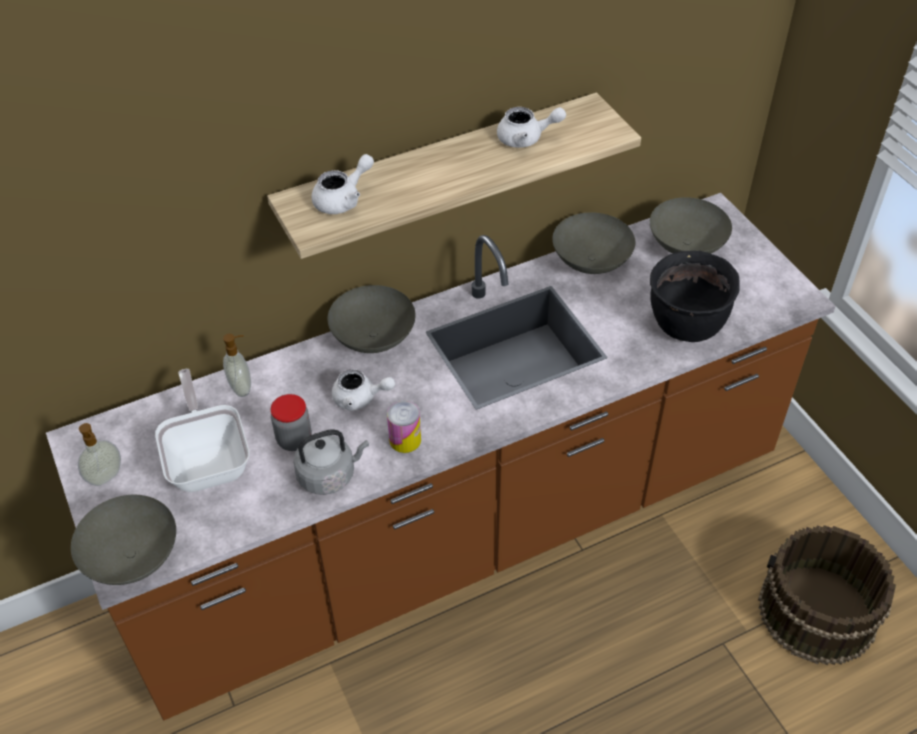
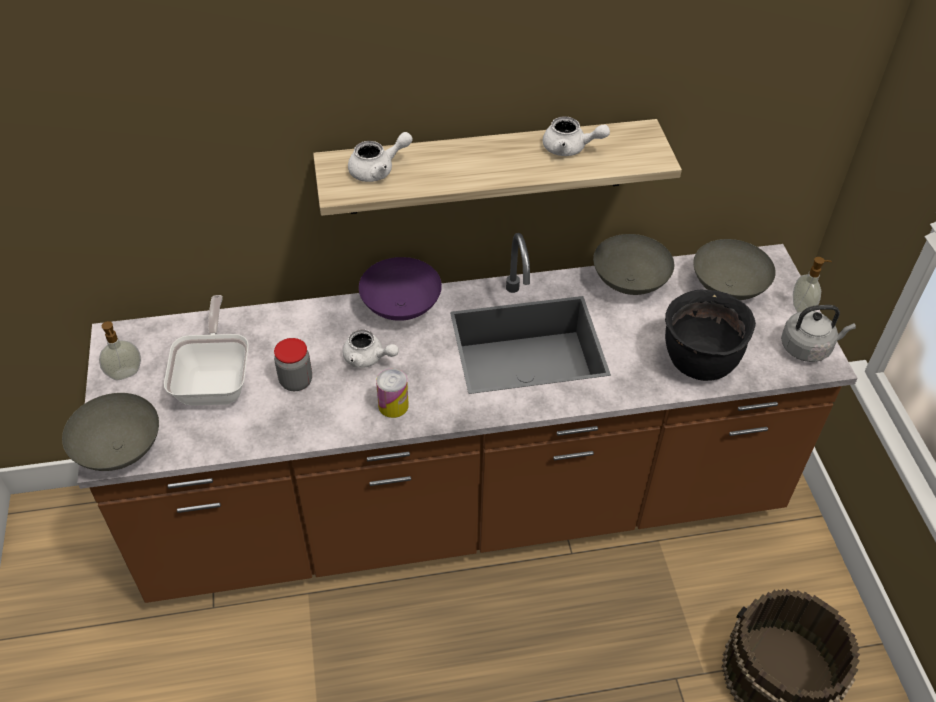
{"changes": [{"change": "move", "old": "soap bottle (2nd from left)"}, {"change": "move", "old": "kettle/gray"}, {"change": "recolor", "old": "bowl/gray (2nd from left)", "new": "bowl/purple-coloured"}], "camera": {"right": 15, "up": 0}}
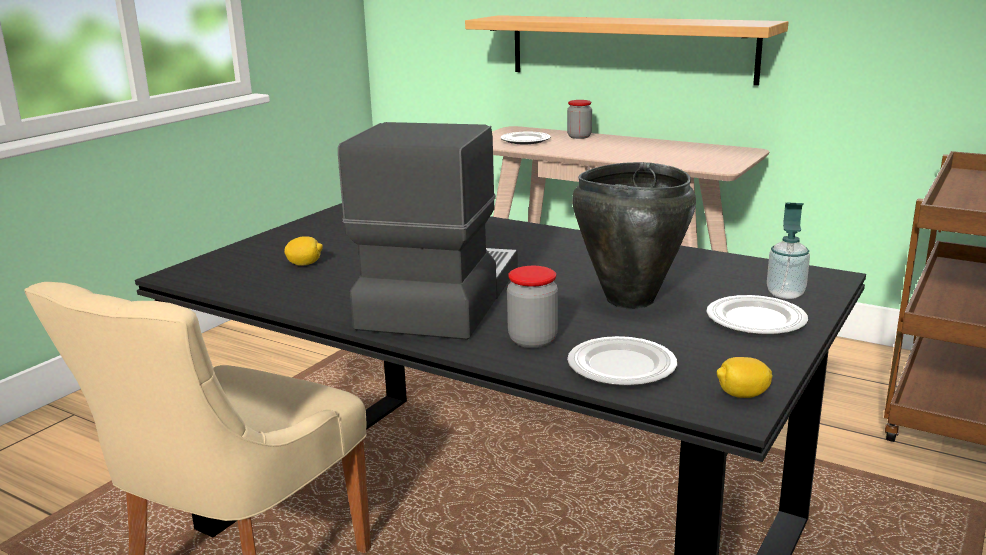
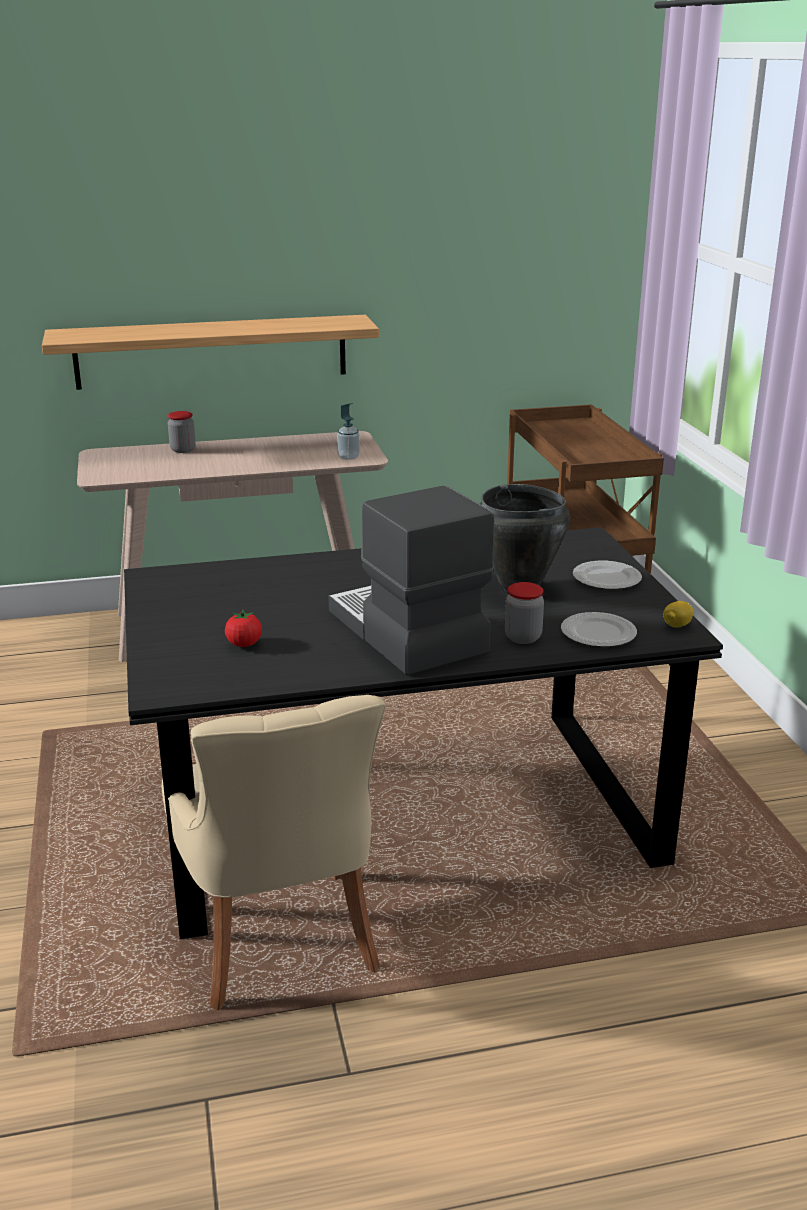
{"changes": [{"change": "delete", "old": "flat dish (1st from left)"}, {"change": "move", "old": "soap bottle"}, {"change": "replace", "old": "citrus fruit (1st from left)", "new": "fresh tomato"}], "camera": {"right": -45, "up": 5}}
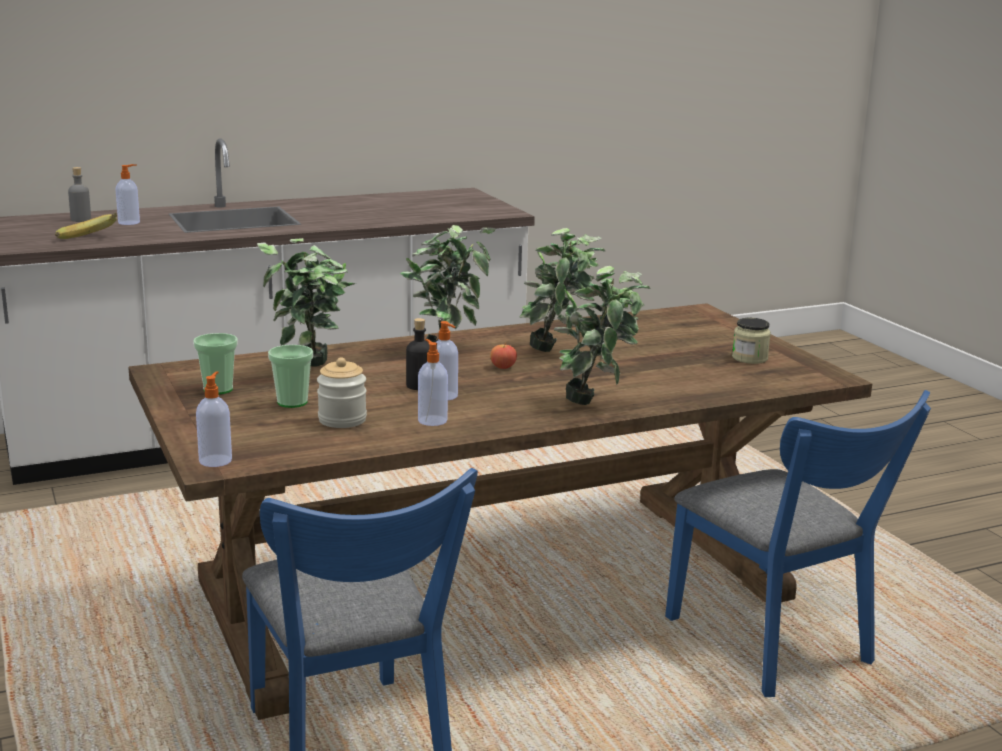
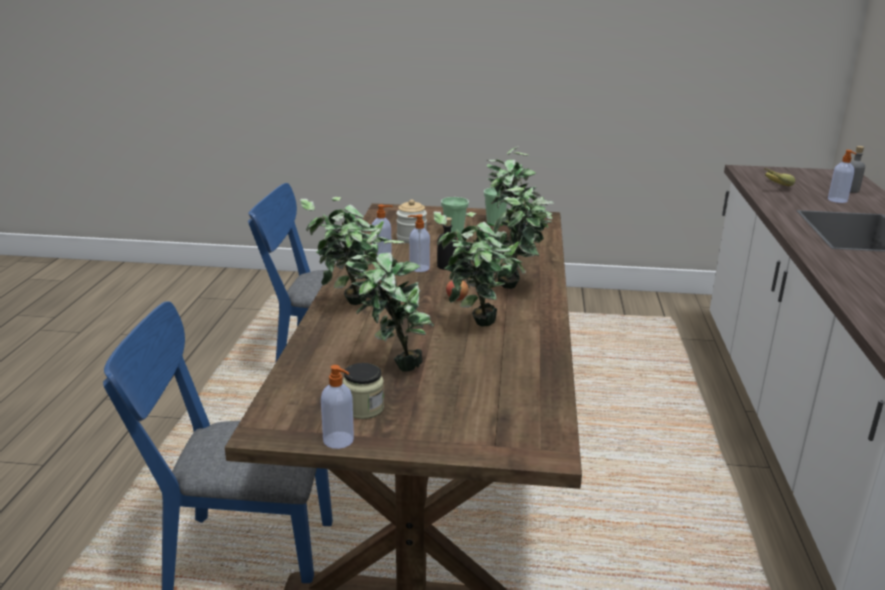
{"changes": [{"change": "insert", "new": "potted plant (2nd from left)"}, {"change": "move", "old": "soap bottle (2nd from left in the first image)", "new": "soap bottle (1st from left)"}], "camera": {"right": 120, "up": 5}}
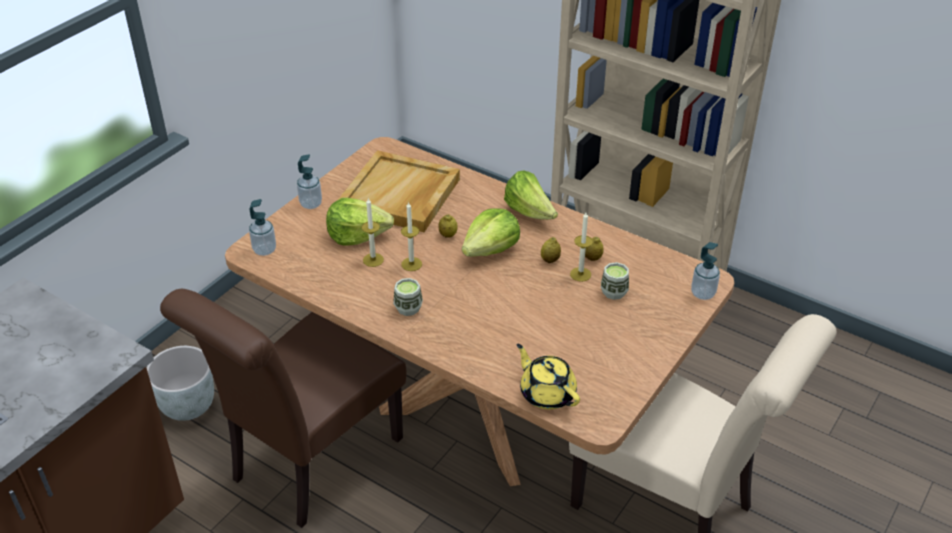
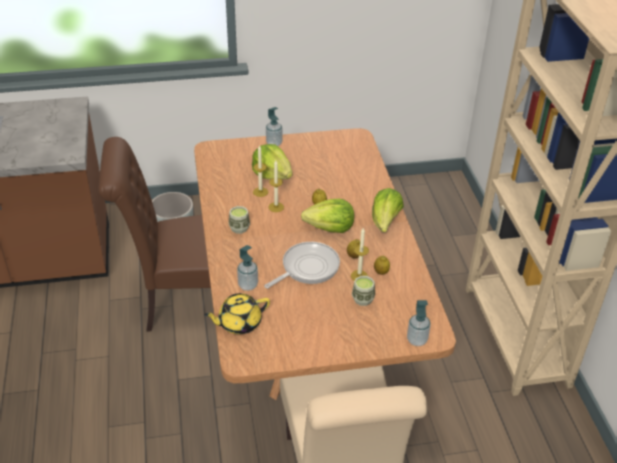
{"changes": [{"change": "delete", "old": "carrying tray/beige"}, {"change": "insert", "new": "frying pan"}, {"change": "move", "old": "soap bottle (1st from left)"}, {"change": "rotate", "old": "teapot/yellow", "degrees": -120}], "camera": {"right": 45, "up": 0}}
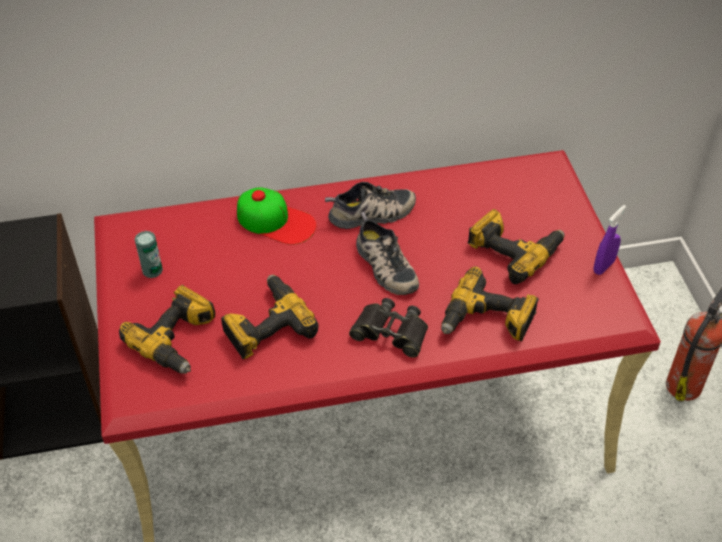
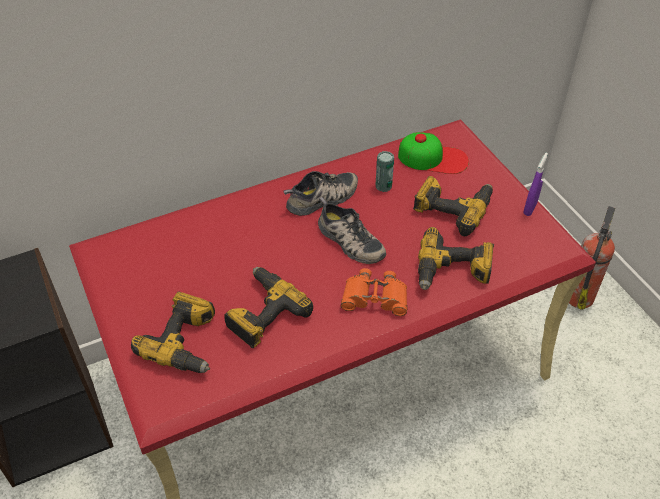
{"changes": [{"change": "move", "old": "sealed can"}, {"change": "move", "old": "baseball cap"}, {"change": "recolor", "old": "field glasses/blackish", "new": "field glasses/orange"}], "camera": {"right": -15, "up": 0}}
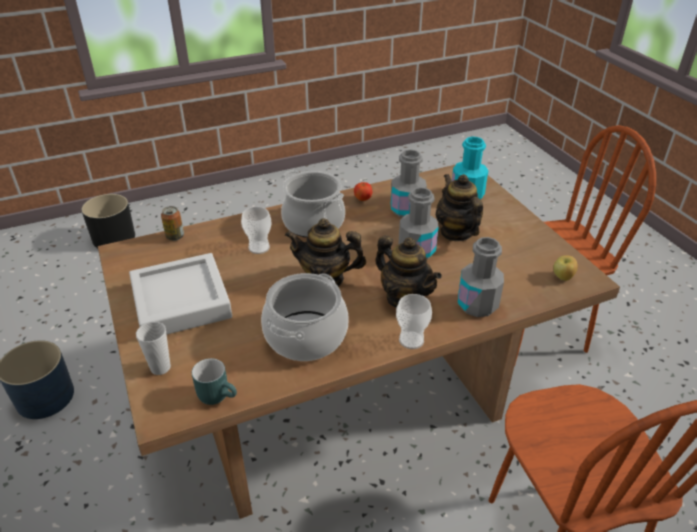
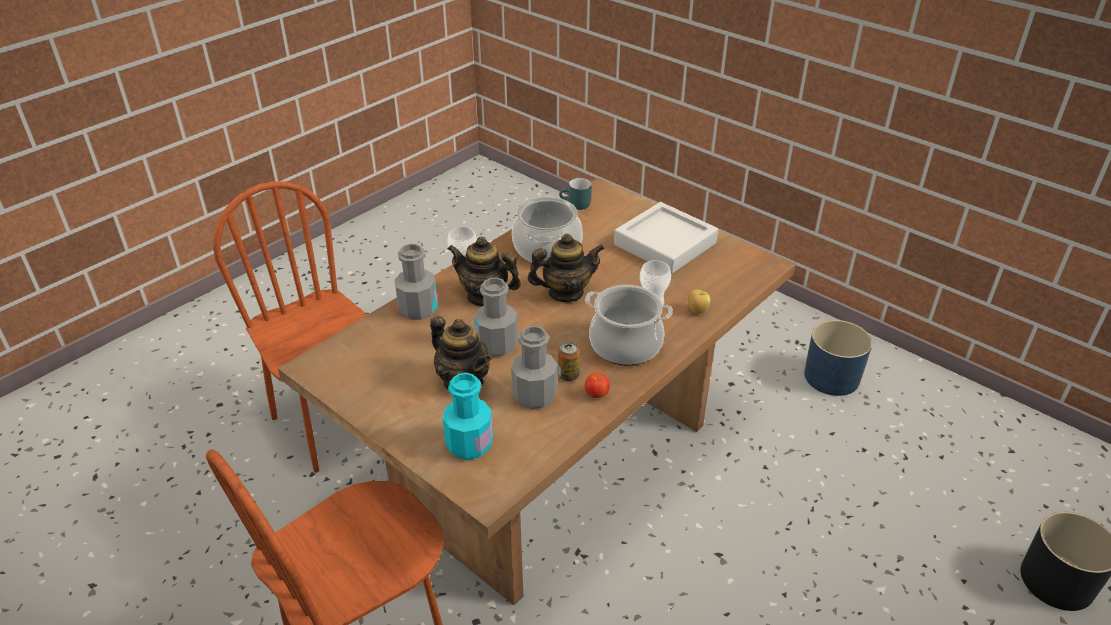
{"changes": [{"change": "delete", "old": "small cup (1st from left)"}, {"change": "move", "old": "sealed can"}, {"change": "move", "old": "apple fruit (2nd from left)"}], "camera": {"right": 155, "up": 0}}
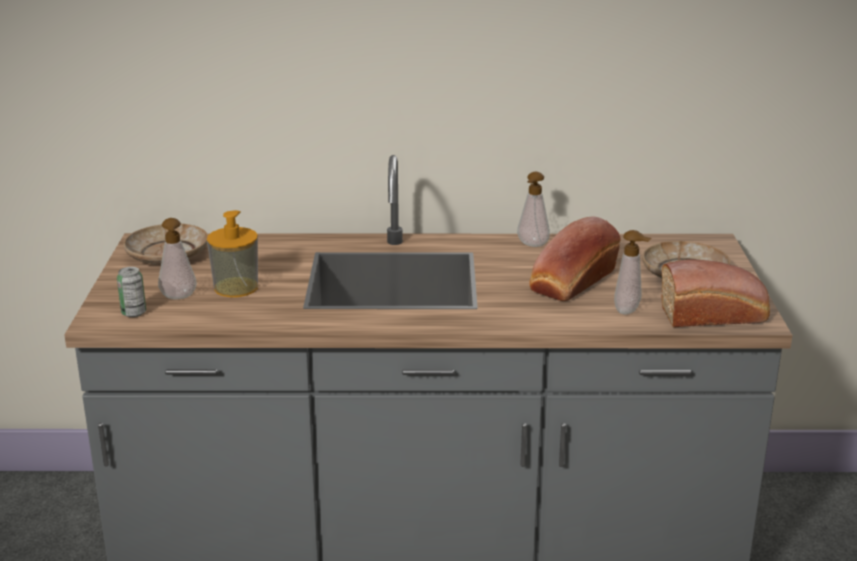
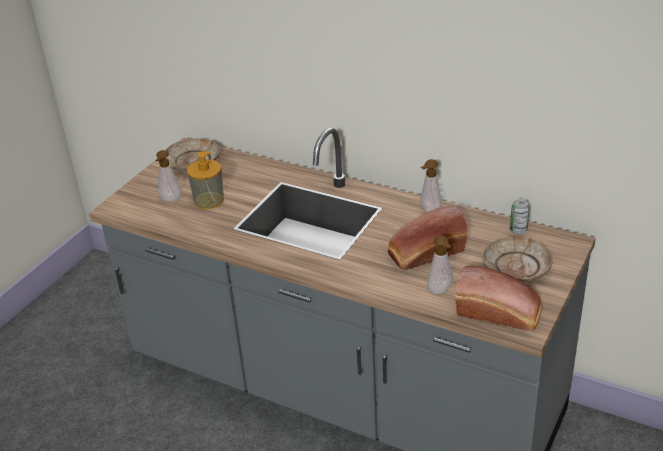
{"changes": [{"change": "move", "old": "sealed can"}], "camera": {"right": 30, "up": 10}}
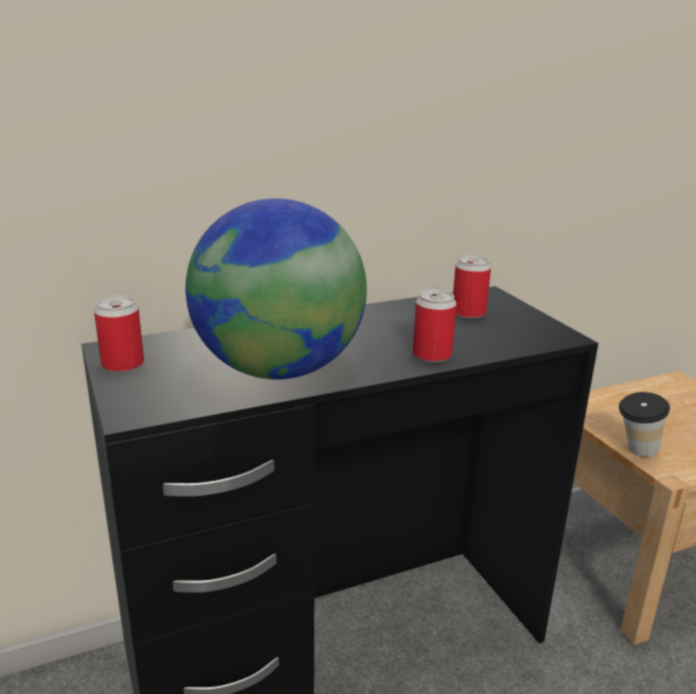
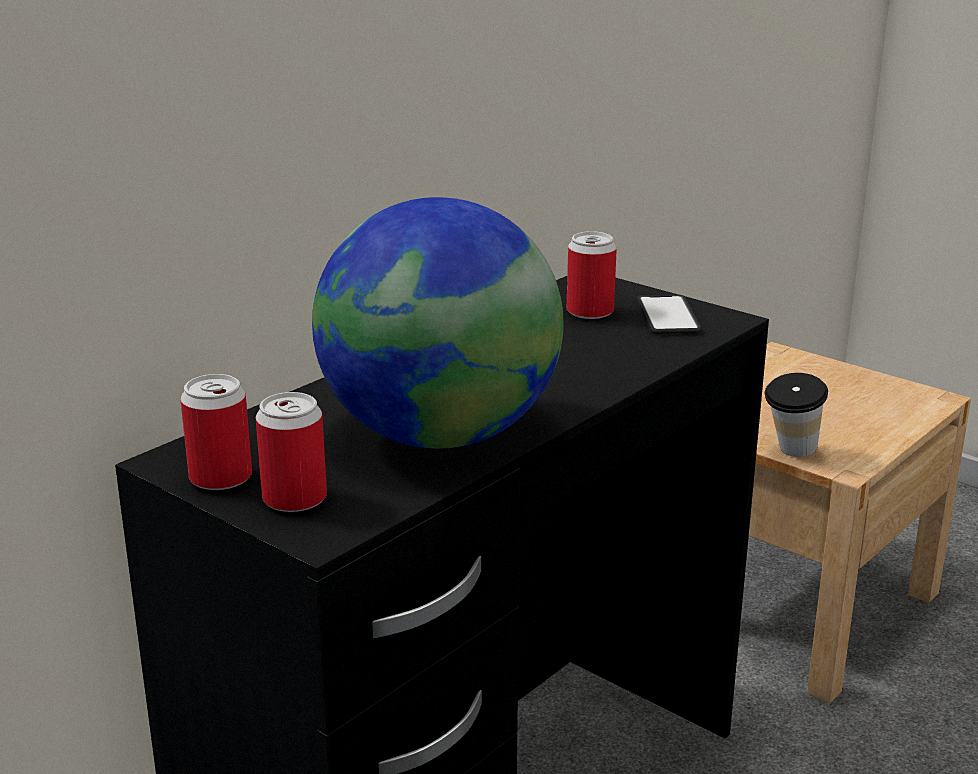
{"changes": [{"change": "insert", "new": "telephone"}, {"change": "move", "old": "sealed can (2nd from left)"}], "camera": {"right": -25, "up": 0}}
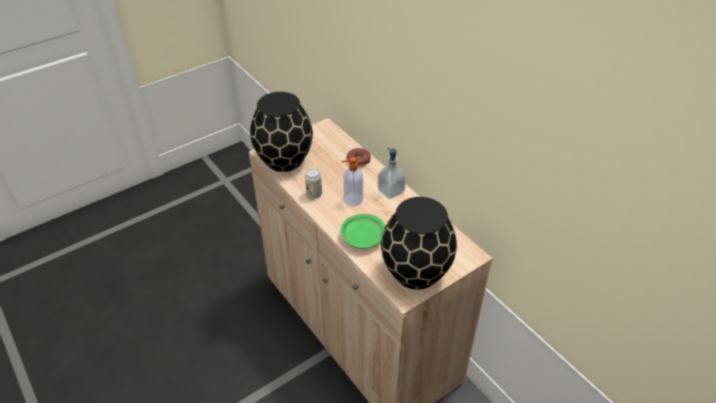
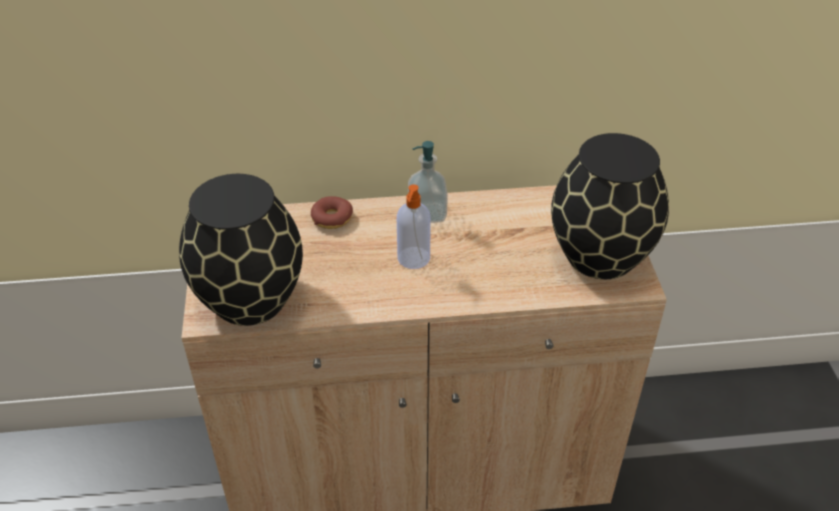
{"changes": [{"change": "delete", "old": "sealed can"}, {"change": "delete", "old": "flat dish/greenish"}], "camera": {"right": -60, "up": 0}}
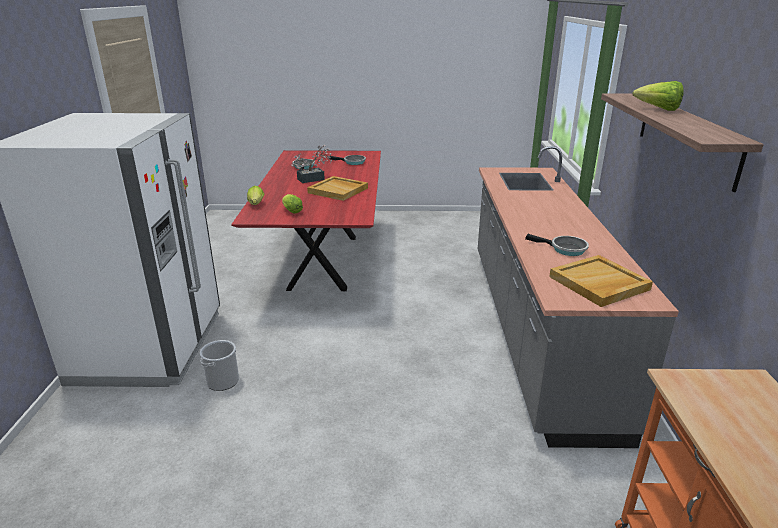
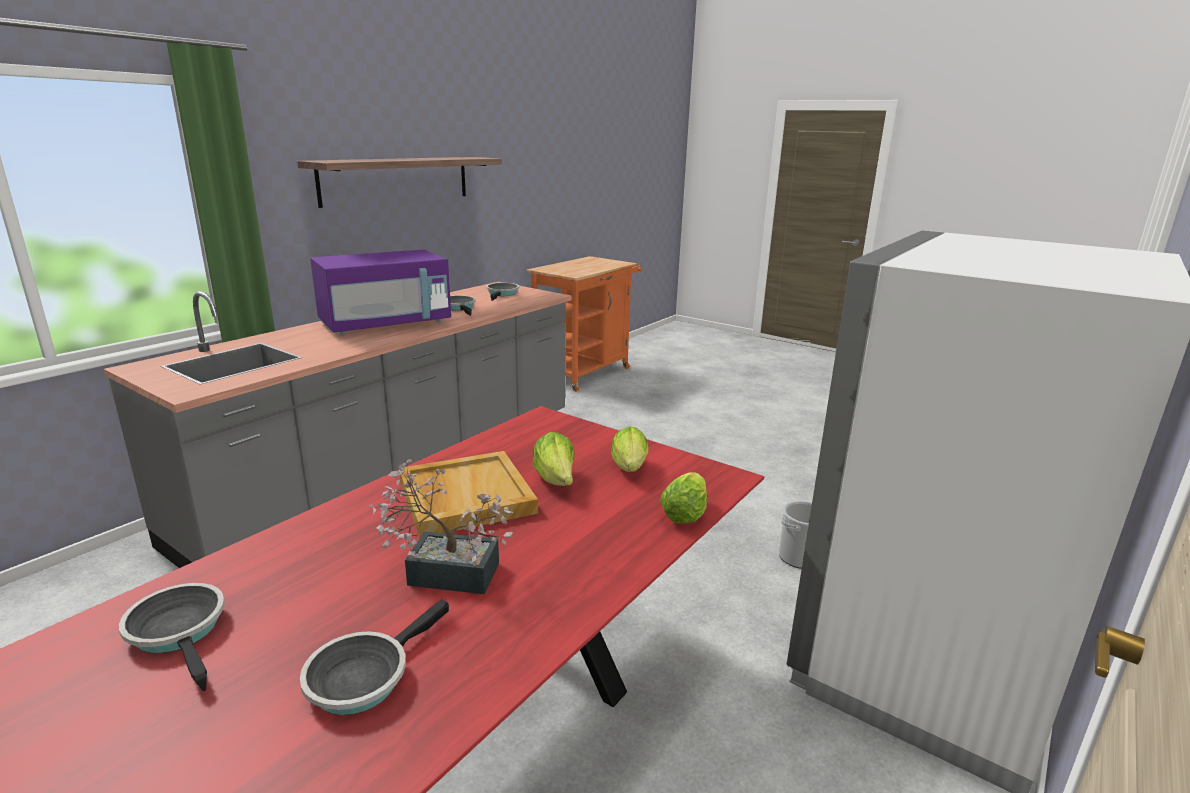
{"changes": [{"change": "insert", "new": "microwave oven/purple-coloured"}, {"change": "move", "old": "lettuce head (3rd from left in the first image)", "new": "lettuce head (1st from left)"}, {"change": "replace", "old": "carrying tray/beige (2nd from left)", "new": "frying pan (4th from left)"}], "camera": {"right": -145, "up": -5}}
